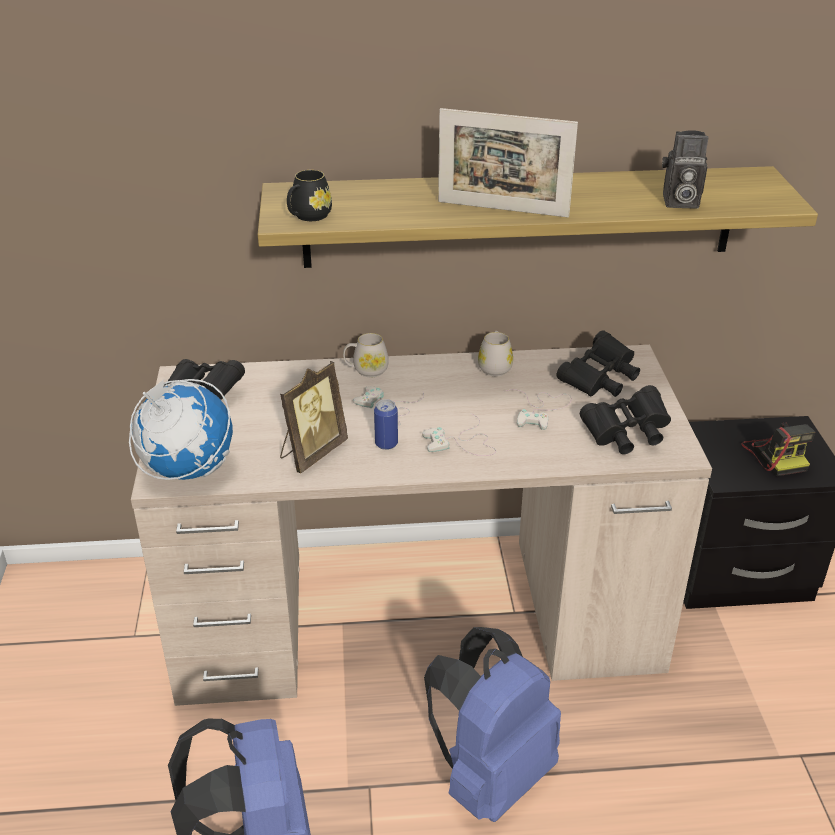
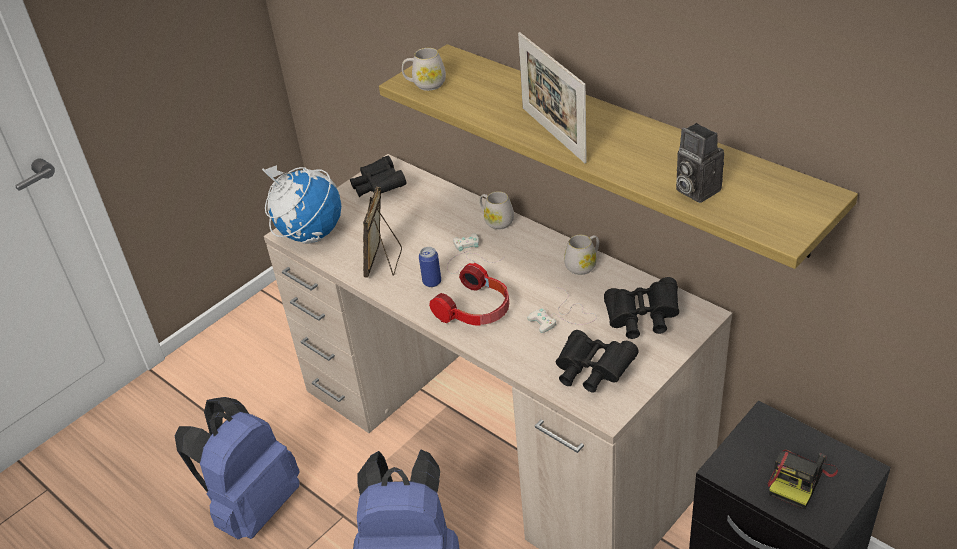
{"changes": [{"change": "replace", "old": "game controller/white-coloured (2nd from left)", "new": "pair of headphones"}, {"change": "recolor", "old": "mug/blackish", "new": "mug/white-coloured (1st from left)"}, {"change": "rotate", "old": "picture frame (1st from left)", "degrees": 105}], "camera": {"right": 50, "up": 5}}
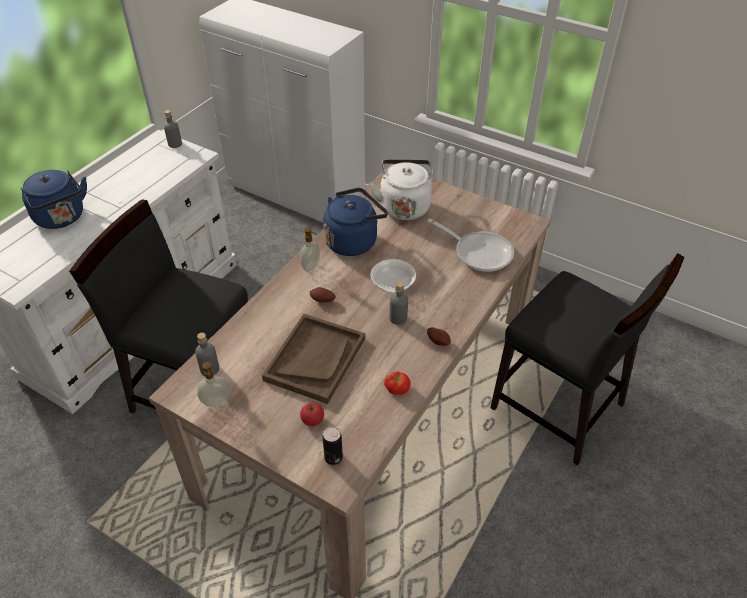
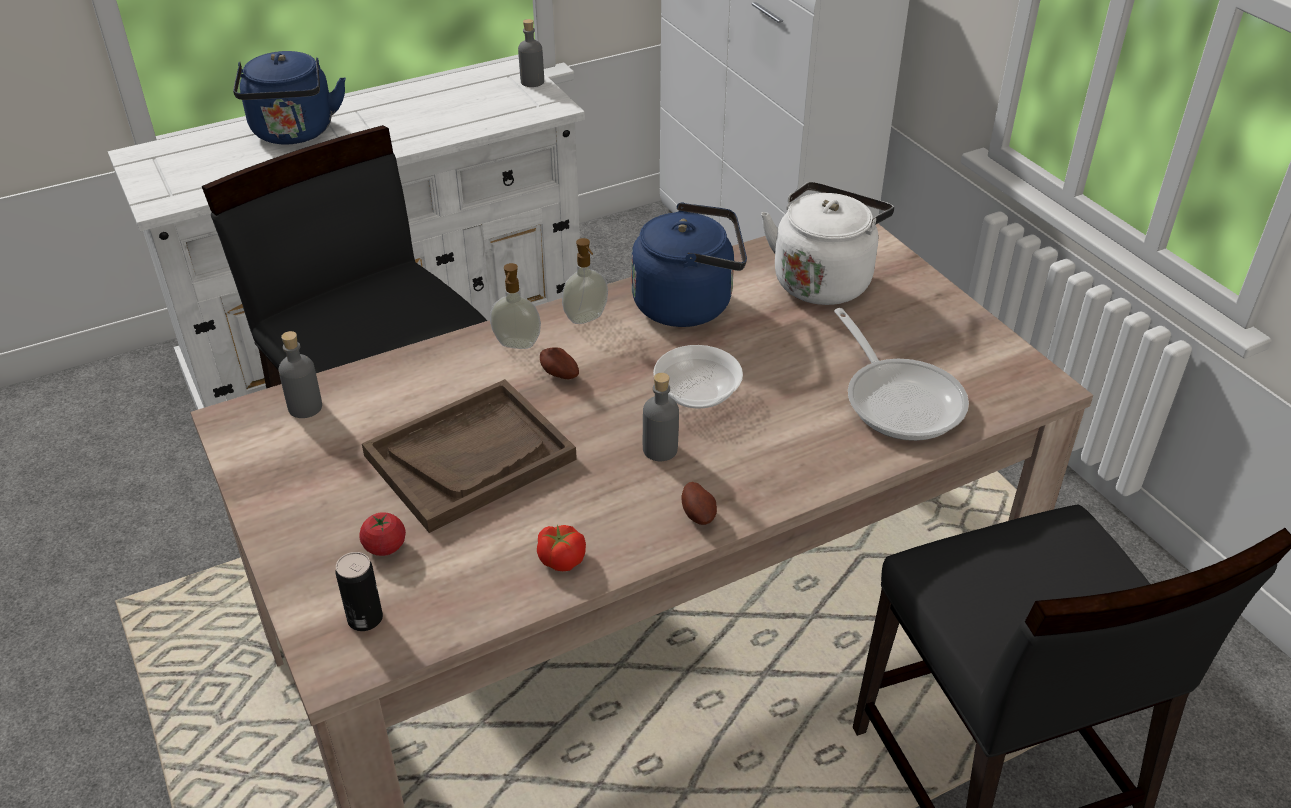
{"changes": [{"change": "move", "old": "soap bottle (1st from left)"}], "camera": {"right": 30, "up": -5}}
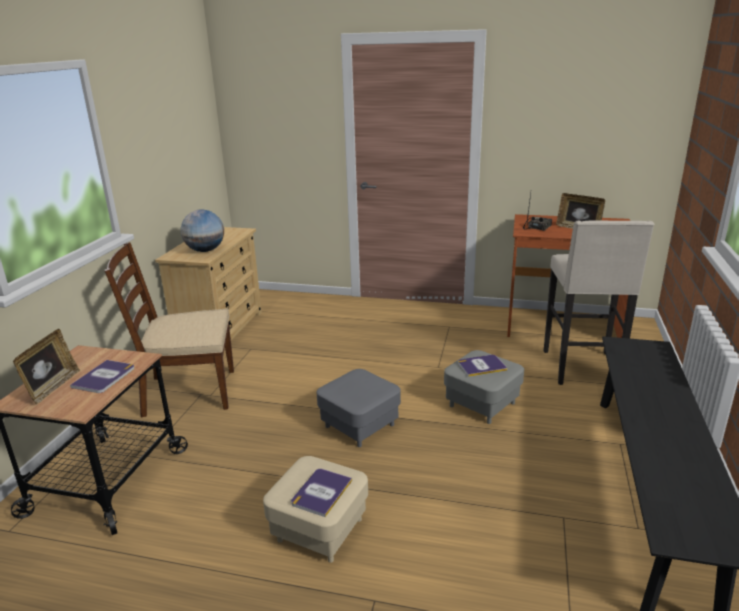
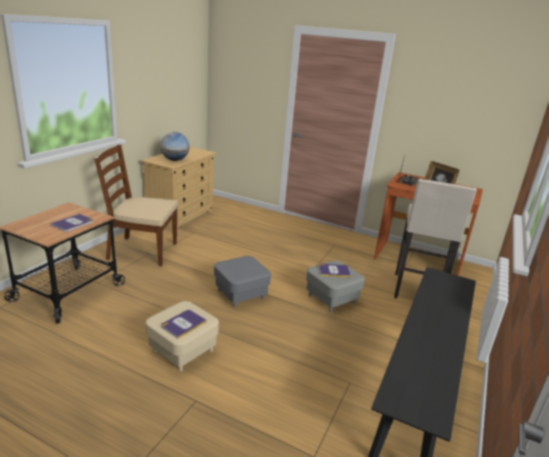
{"changes": [{"change": "delete", "old": "picture frame (1st from left)"}], "camera": {"right": 10, "up": 0}}
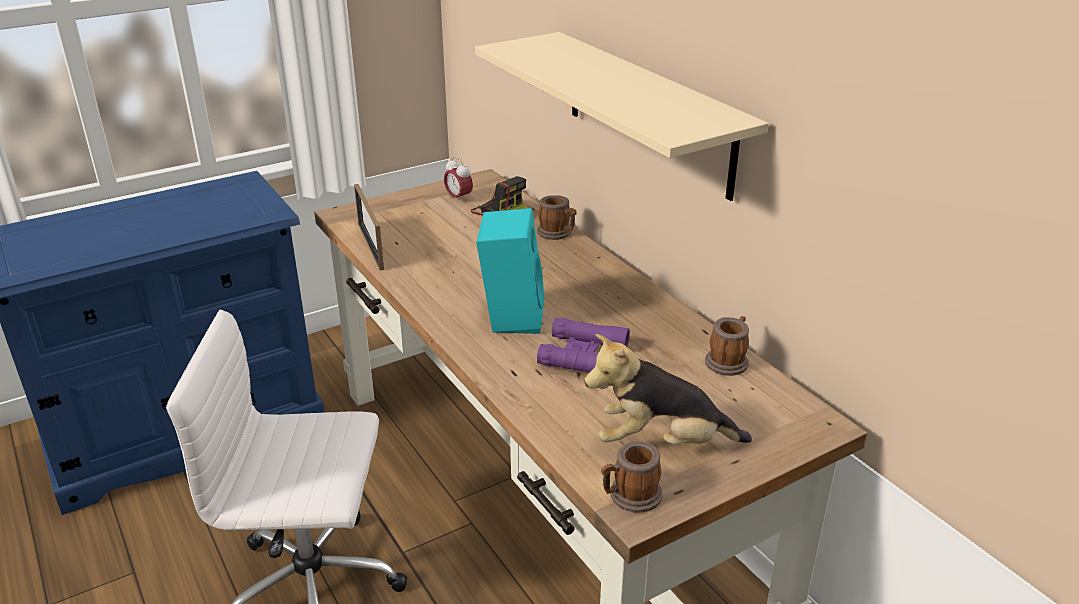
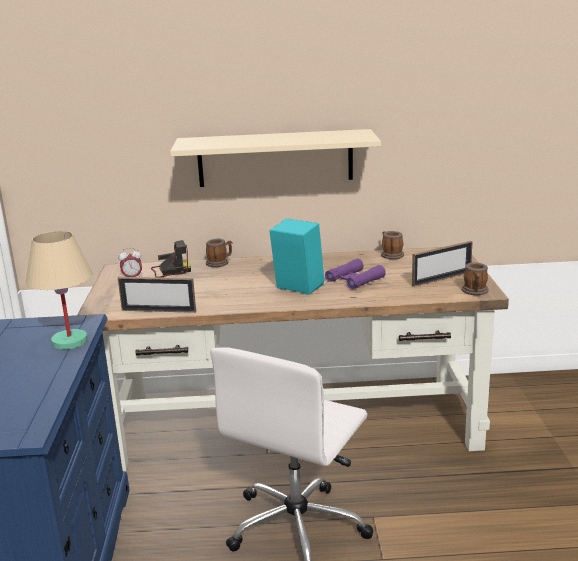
{"changes": [{"change": "insert", "new": "tabletop lamp/beige"}, {"change": "replace", "old": "soft toy", "new": "picture frame (2nd from left)"}], "camera": {"right": -60, "up": -10}}
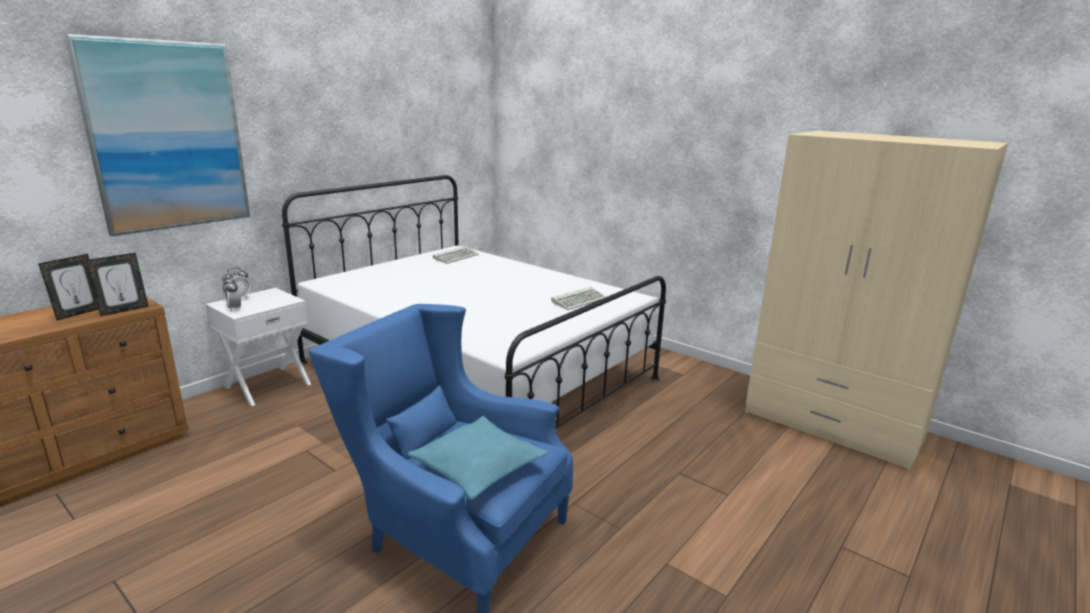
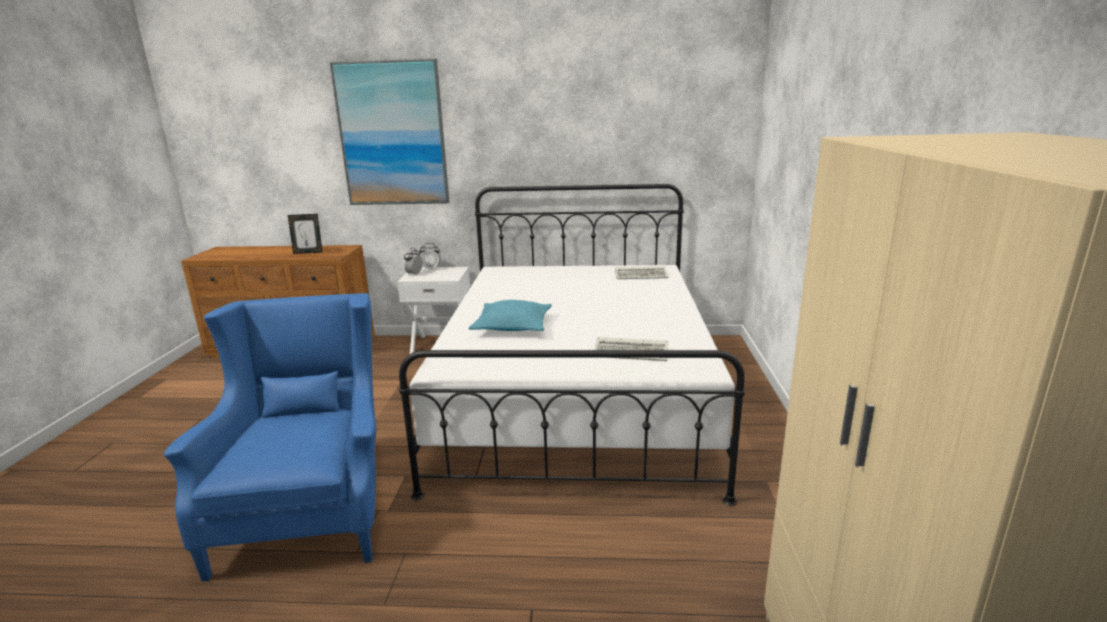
{"changes": [{"change": "delete", "old": "picture frame (2nd from left)"}, {"change": "move", "old": "cushion/turquoise-coloured"}], "camera": {"right": 55, "up": 0}}
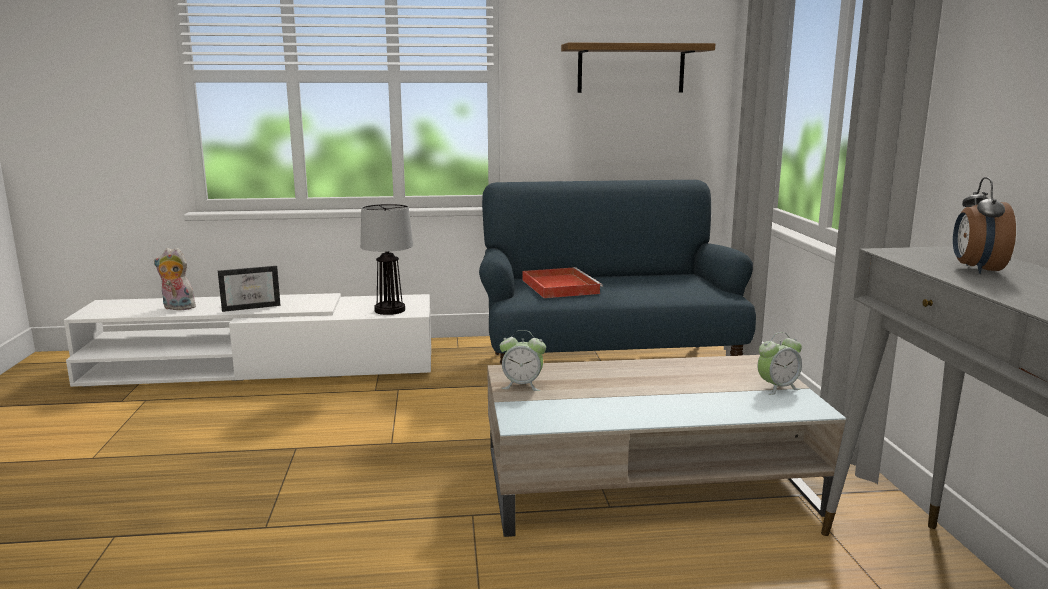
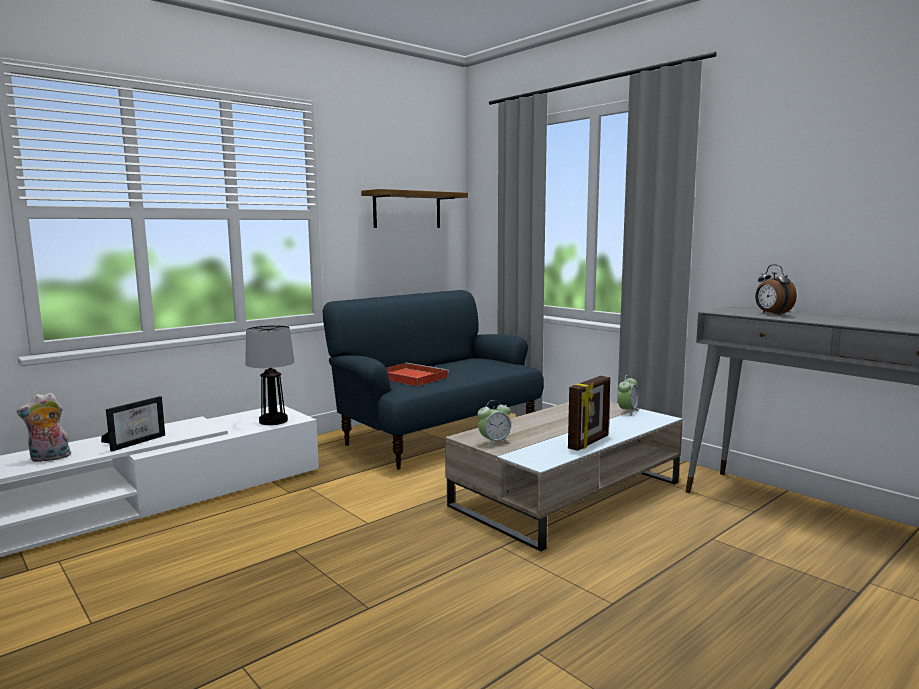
{"changes": [{"change": "insert", "new": "picture frame (2nd from left)"}], "camera": {"right": -35, "up": -5}}
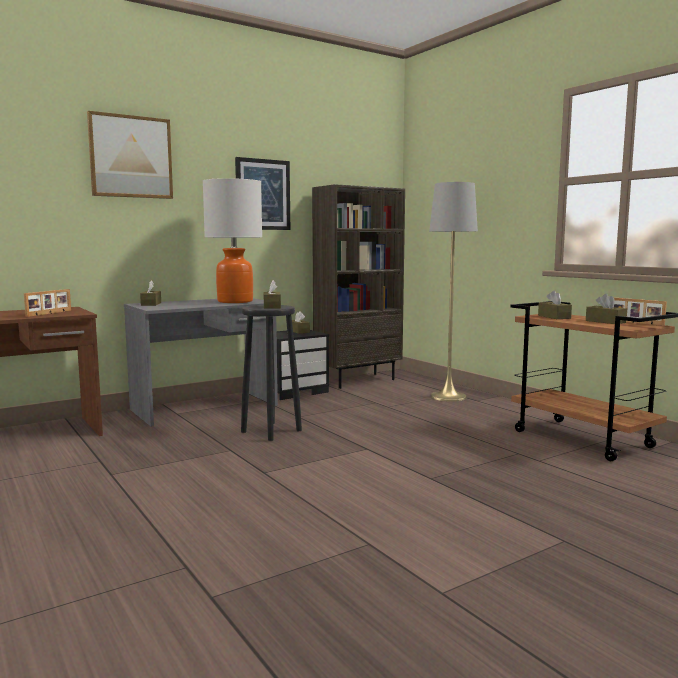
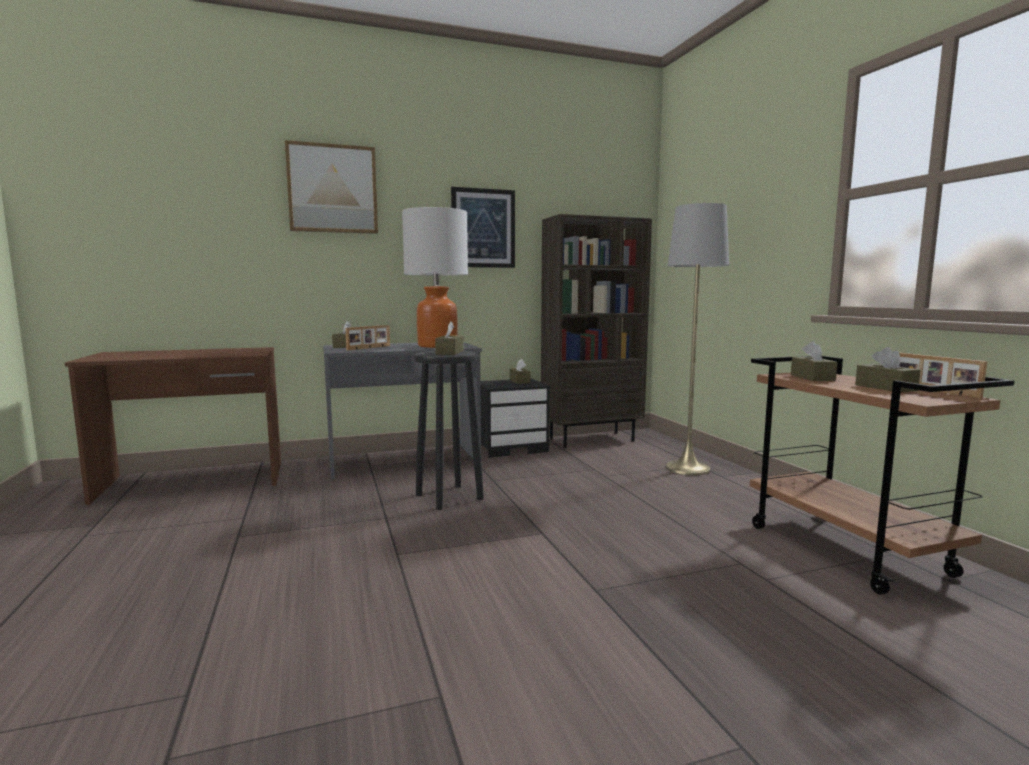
{"changes": [{"change": "move", "old": "picture frame (1st from left)"}], "camera": {"right": 15, "up": 0}}
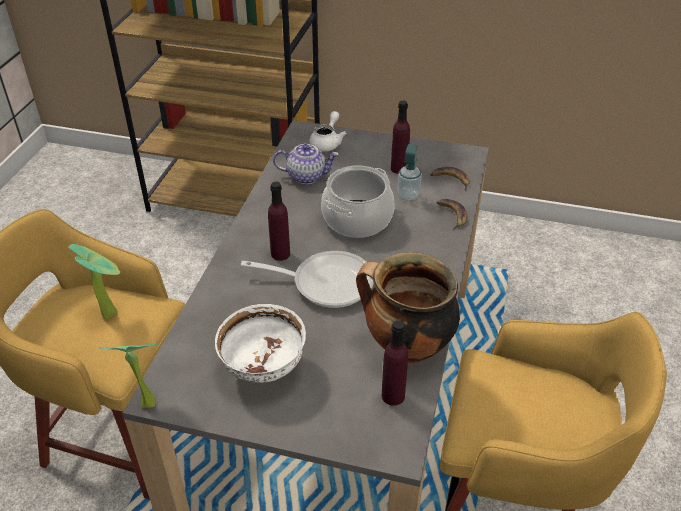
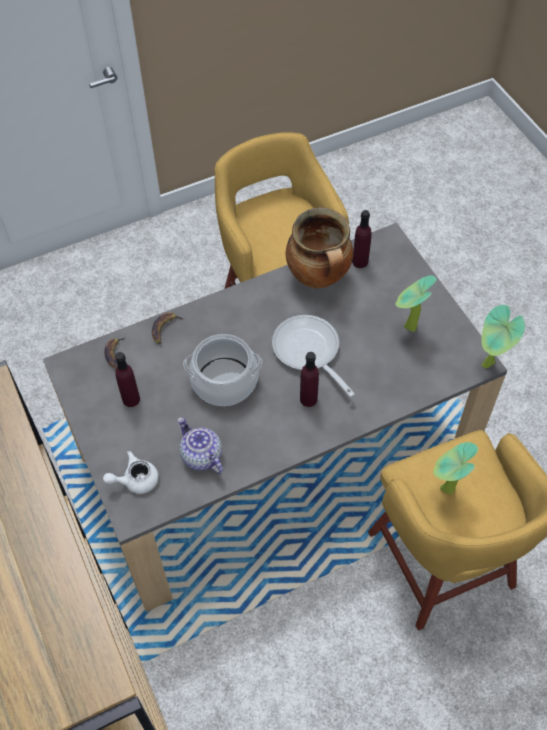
{"changes": [{"change": "delete", "old": "soap bottle"}, {"change": "replace", "old": "bowl/white-coloured", "new": "potted plant (1st from left)"}], "camera": {"right": -130, "up": 15}}
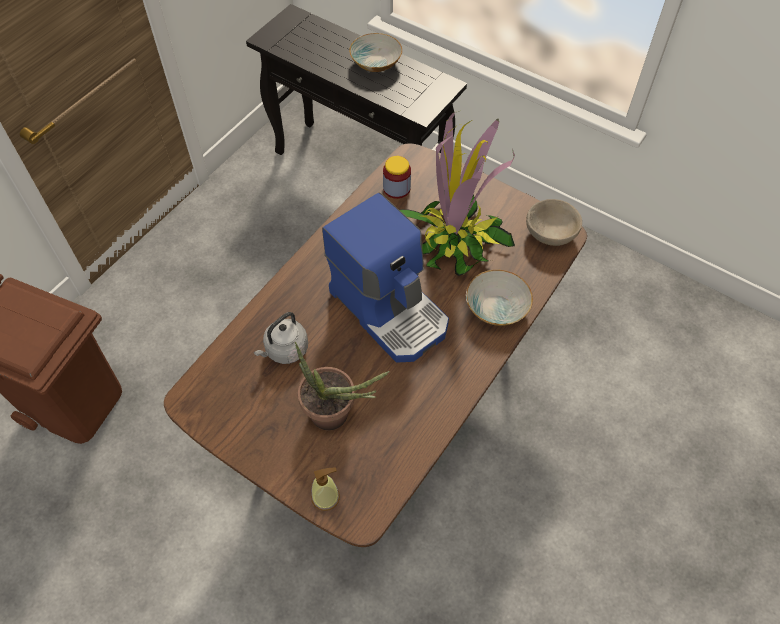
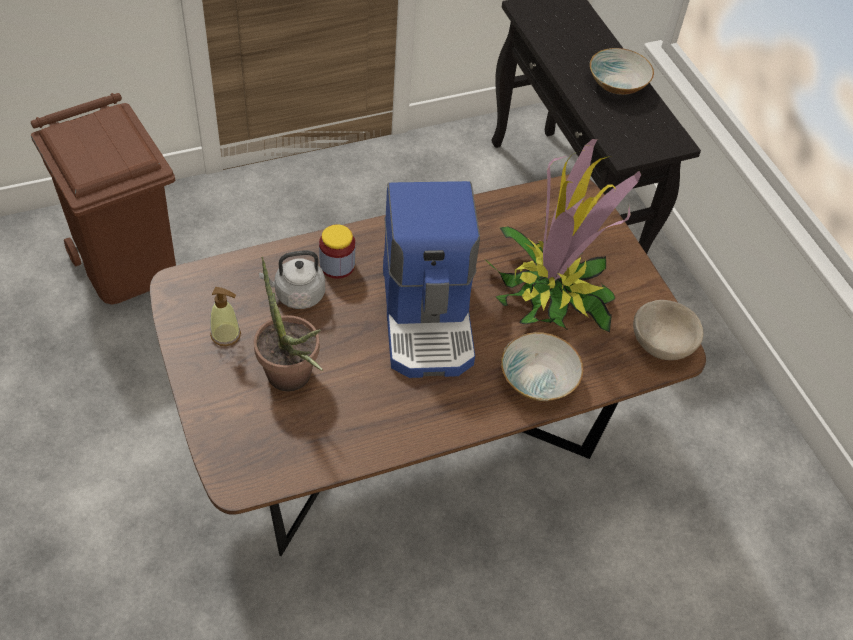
{"changes": [{"change": "move", "old": "soap bottle"}, {"change": "move", "old": "jar"}], "camera": {"right": 30, "up": -5}}
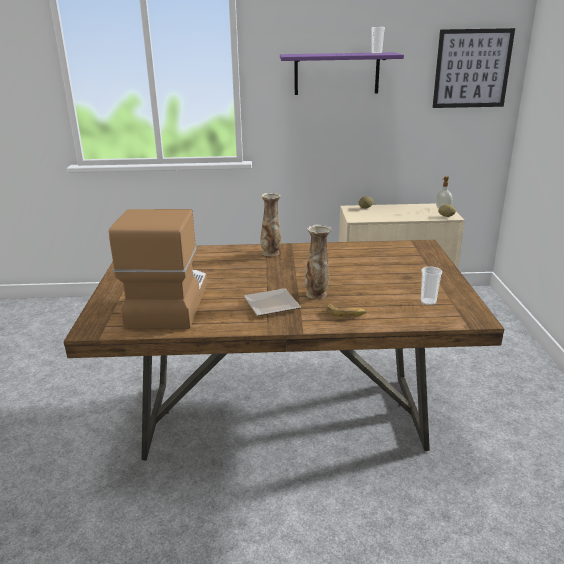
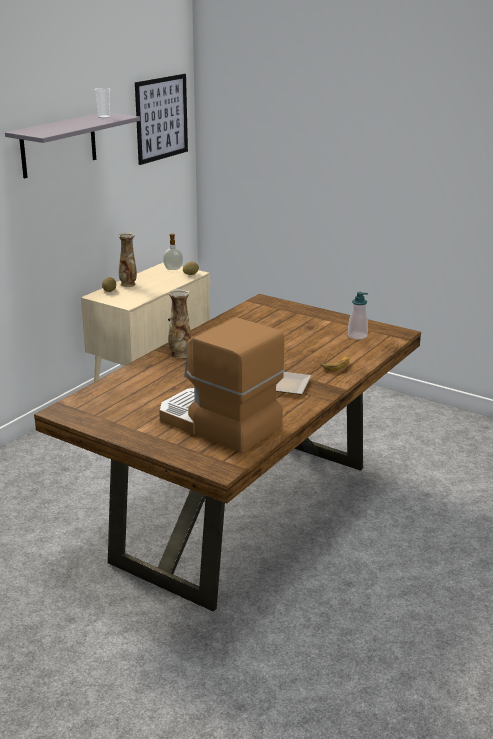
{"changes": [{"change": "move", "old": "decorative vase (2nd from left in the first image)", "new": "decorative vase (1st from left)"}, {"change": "replace", "old": "small cup (2nd from left)", "new": "soap bottle (2nd from left)"}, {"change": "recolor", "old": "wall shelf/purple-coloured", "new": "wall shelf/gray"}], "camera": {"right": -55, "up": 0}}
